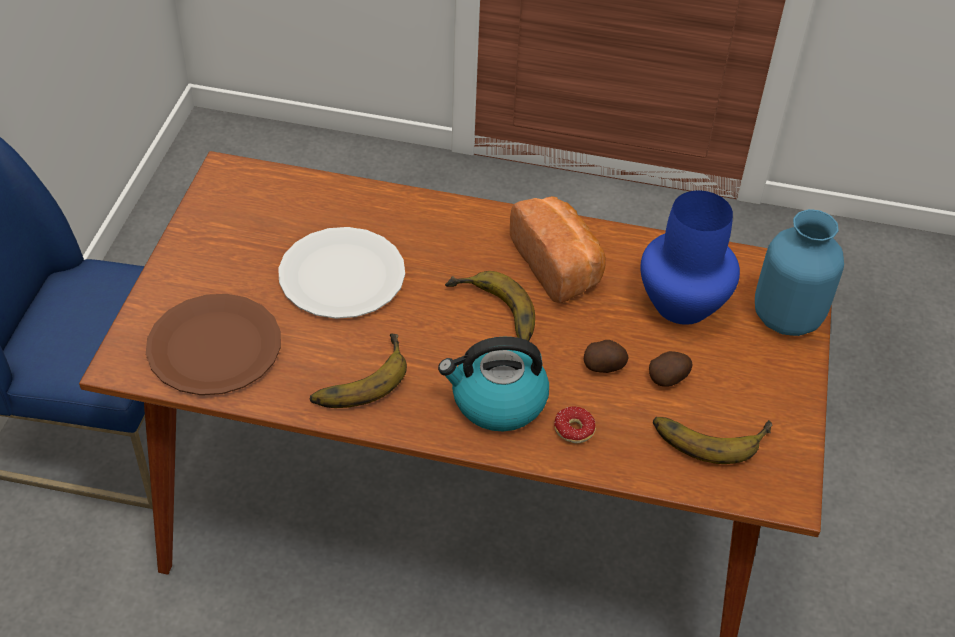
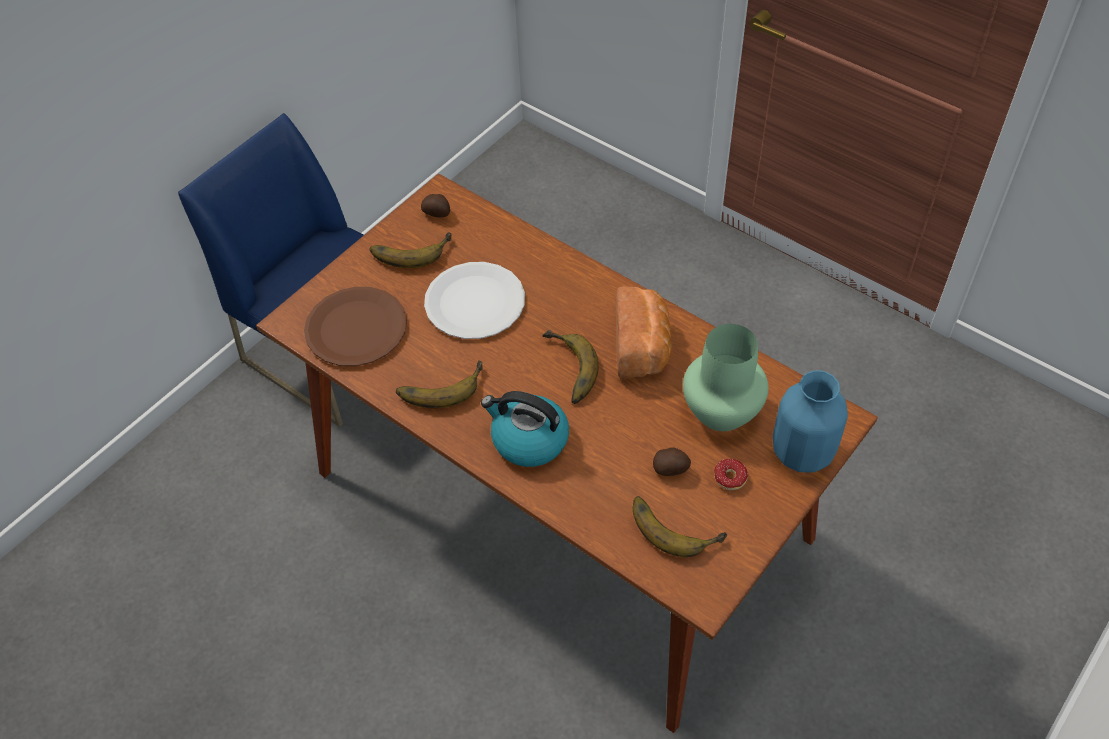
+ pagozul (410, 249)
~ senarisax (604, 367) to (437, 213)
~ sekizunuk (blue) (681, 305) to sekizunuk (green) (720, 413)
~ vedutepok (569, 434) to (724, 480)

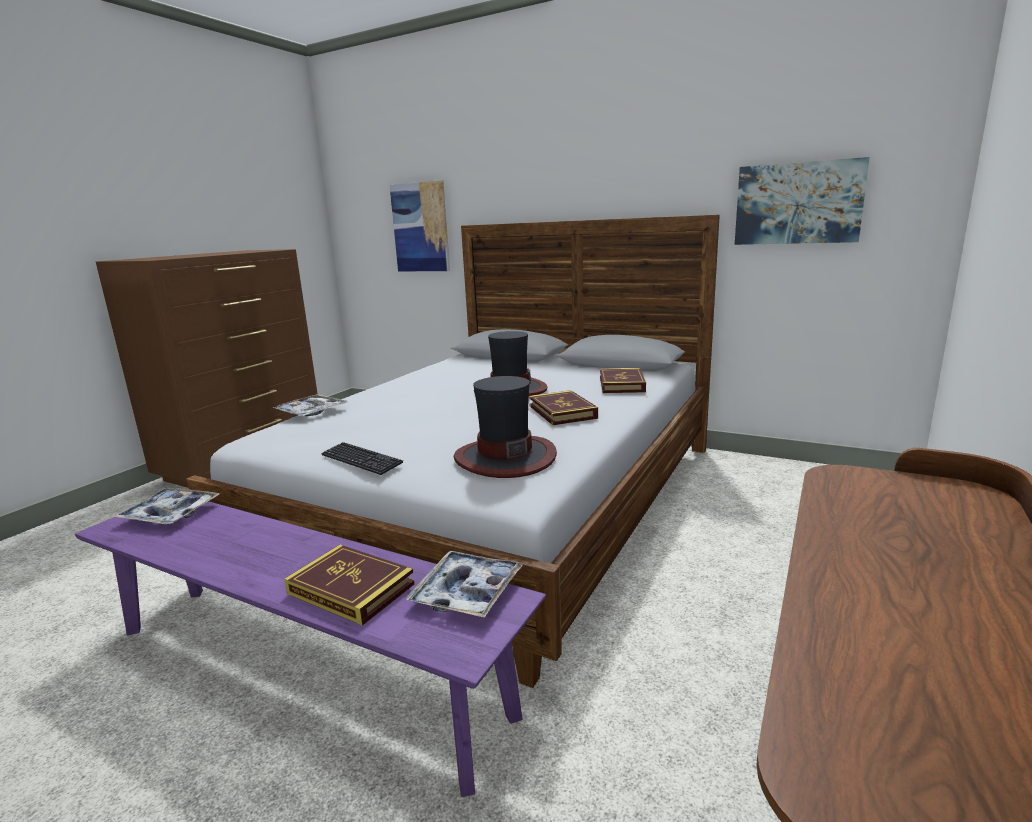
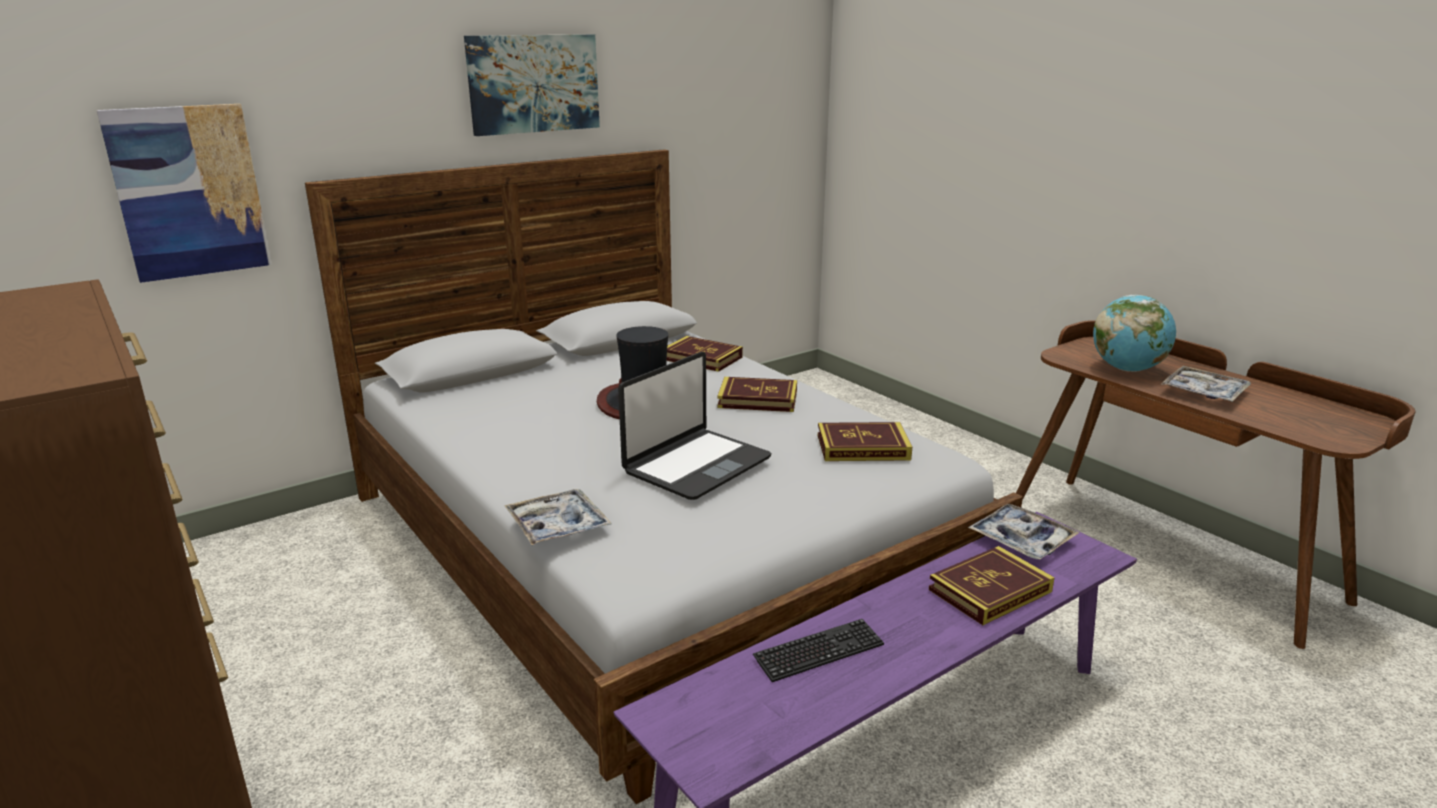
~ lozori (798, 203) to (533, 83)
+ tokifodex (696, 465)
~ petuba (361, 460) to (819, 652)
~ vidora (505, 457) to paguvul (863, 447)
+ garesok (1127, 369)
~ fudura (171, 514) to (1204, 392)

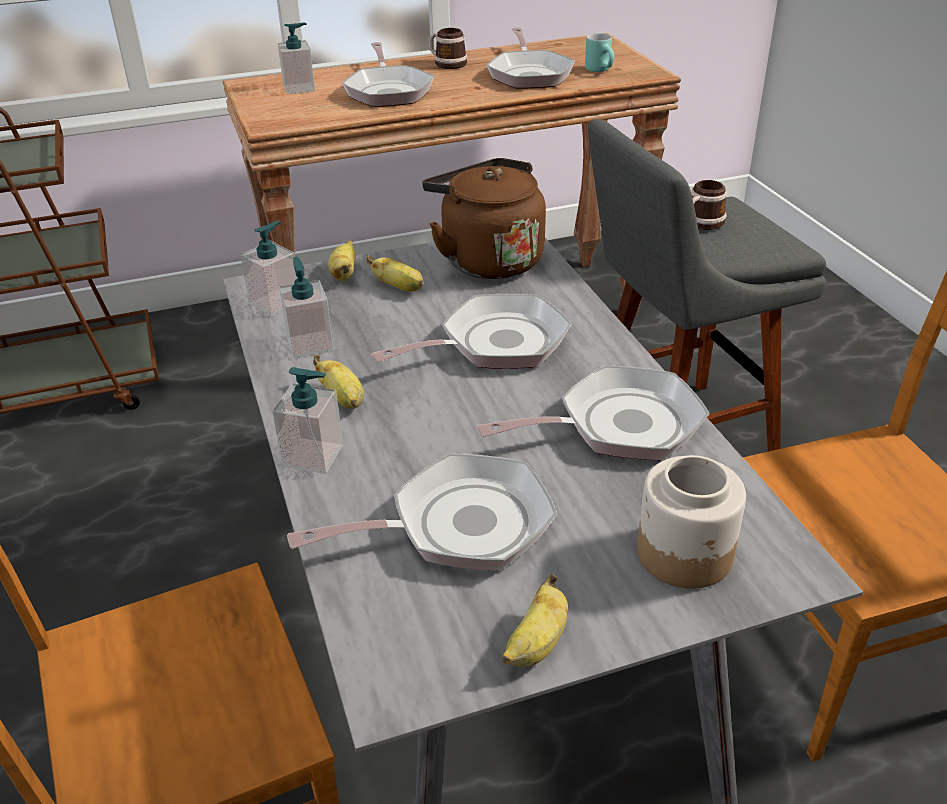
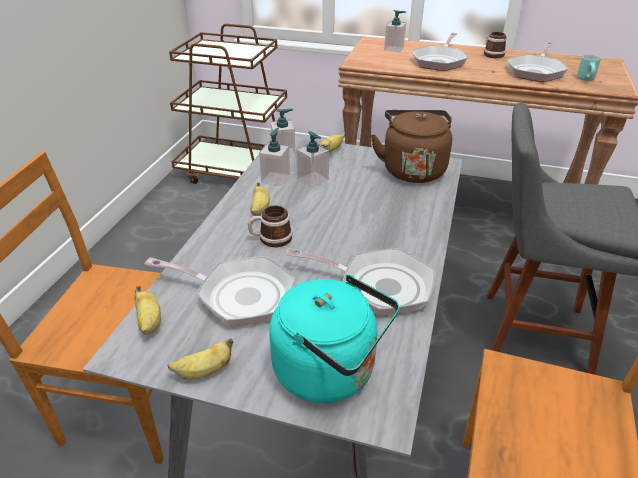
~ pagozul (400, 288) to (149, 322)
~ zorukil (700, 224) to (270, 239)
~ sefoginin (685, 554) to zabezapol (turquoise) (331, 372)
~ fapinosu (313, 456) to (313, 179)
- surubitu (495, 344)

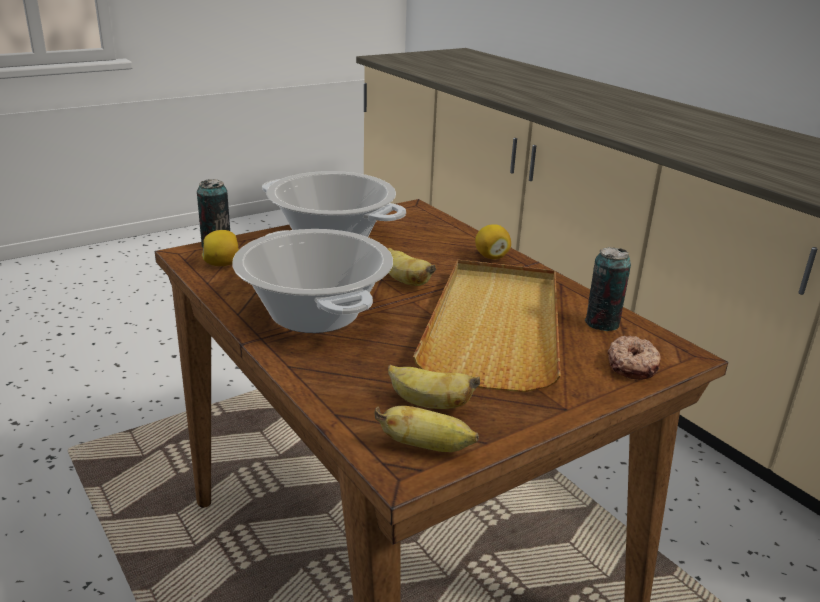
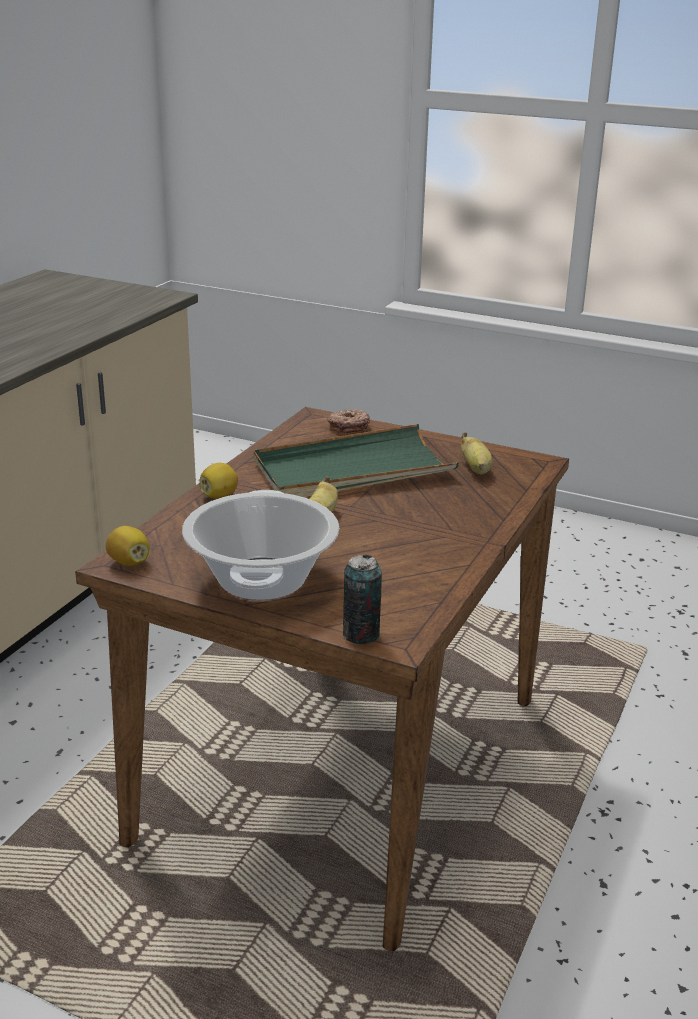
~ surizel (222, 264) to (129, 562)
~ fudura (beige) (495, 327) to fudura (green) (352, 470)
- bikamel (314, 314)
- pagozul (427, 447)
- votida (602, 323)

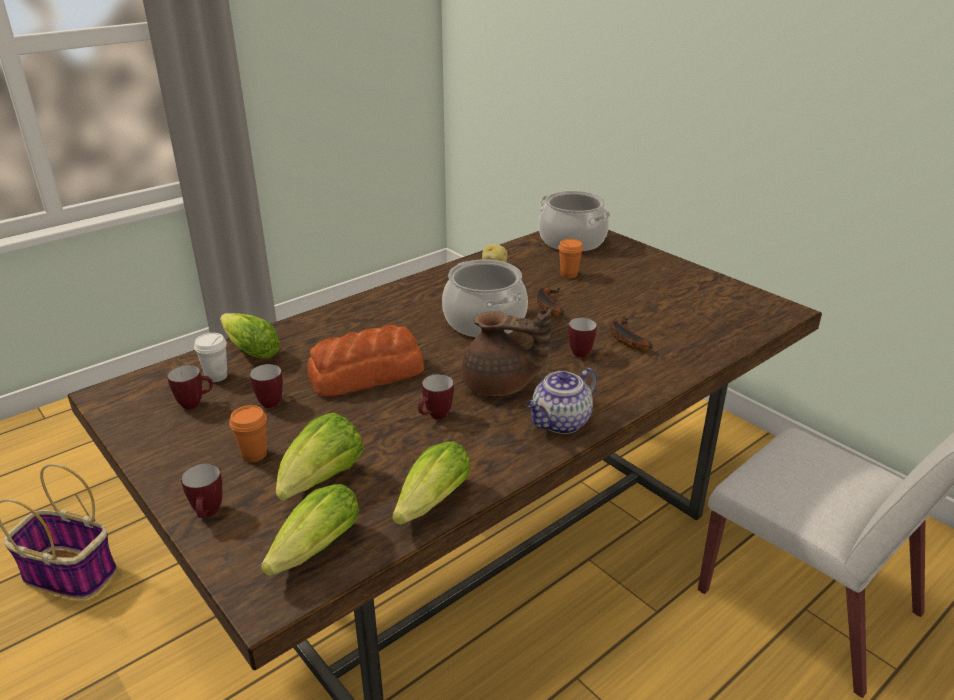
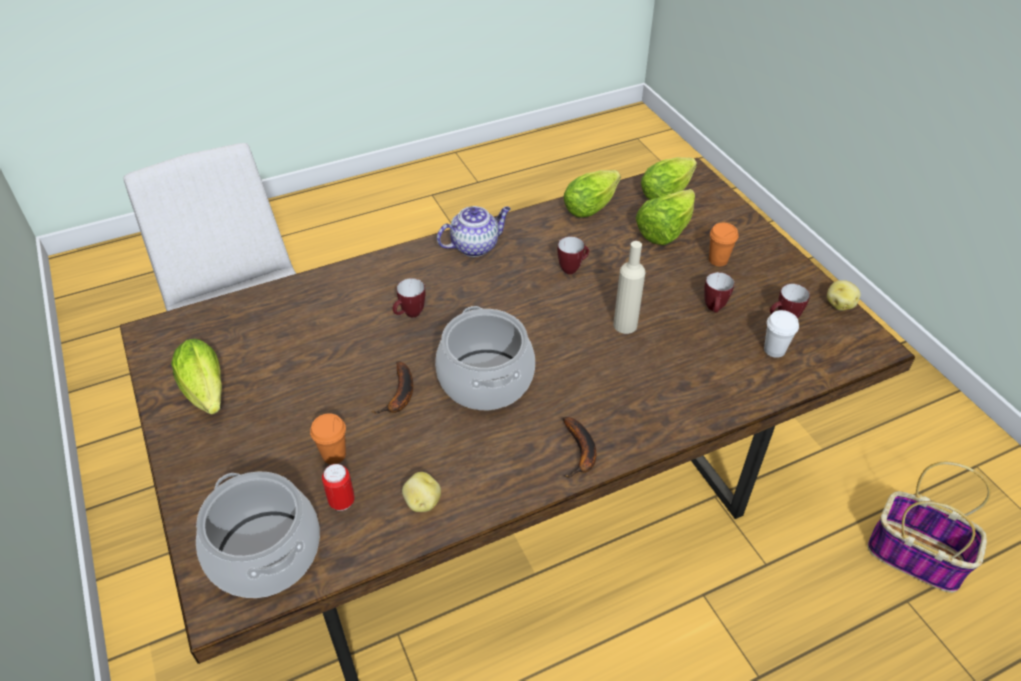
~ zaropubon (249, 349) to (206, 394)
+ votida (342, 501)
~ pagozul (625, 338) to (581, 452)
~ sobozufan (368, 374) to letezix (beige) (625, 325)
+ senarisax (839, 304)
- zorukil (208, 514)
- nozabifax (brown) (500, 386)

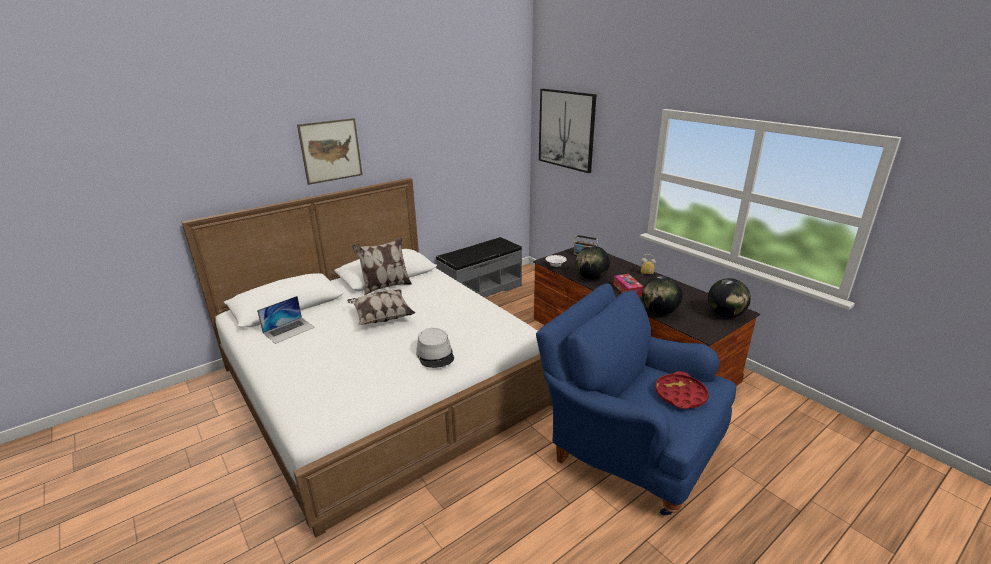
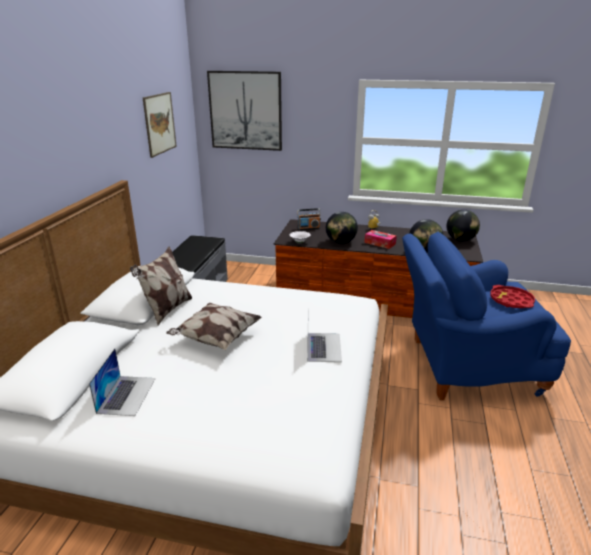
~ lozori (331, 151) to (160, 123)
~ vidora (grey) (435, 354) to tokifodex (323, 347)

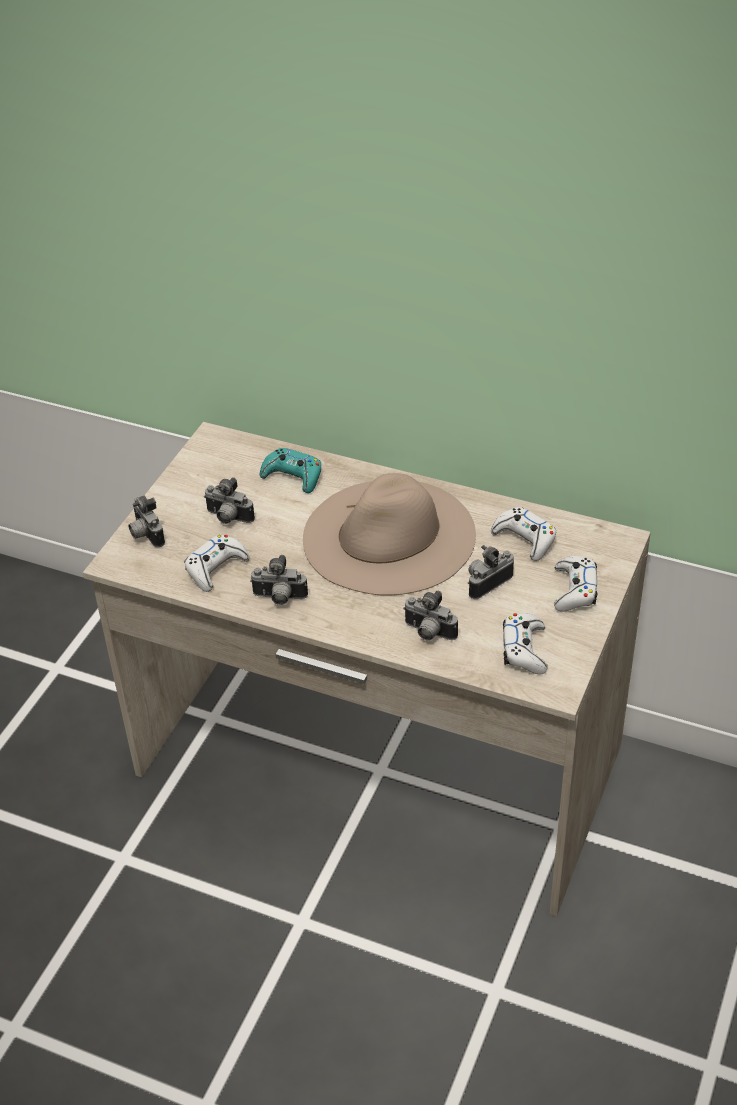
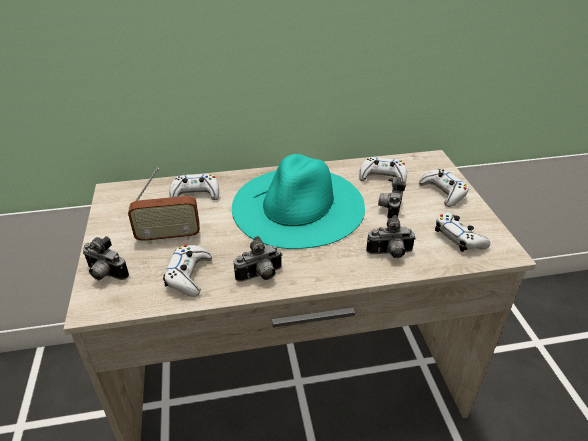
~ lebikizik (228, 518) to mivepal (168, 237)
~ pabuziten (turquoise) (293, 476) to pabuziten (white) (195, 194)
~ vidora (beige) (389, 536) to vidora (turquoise) (298, 205)

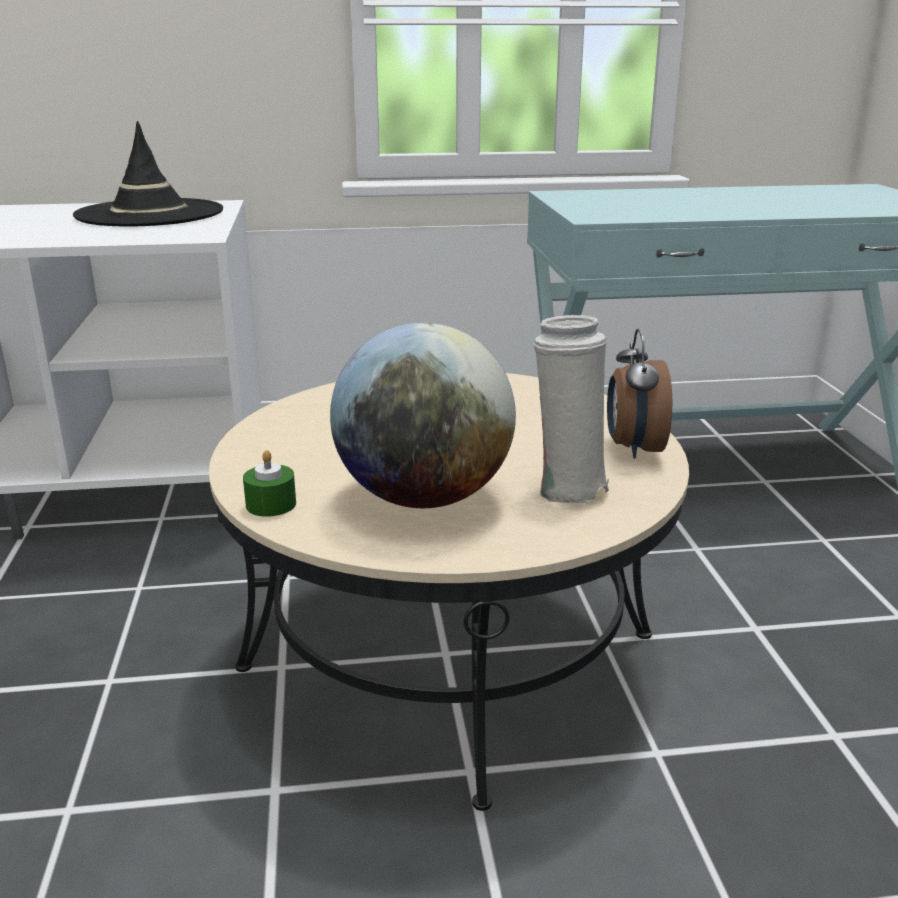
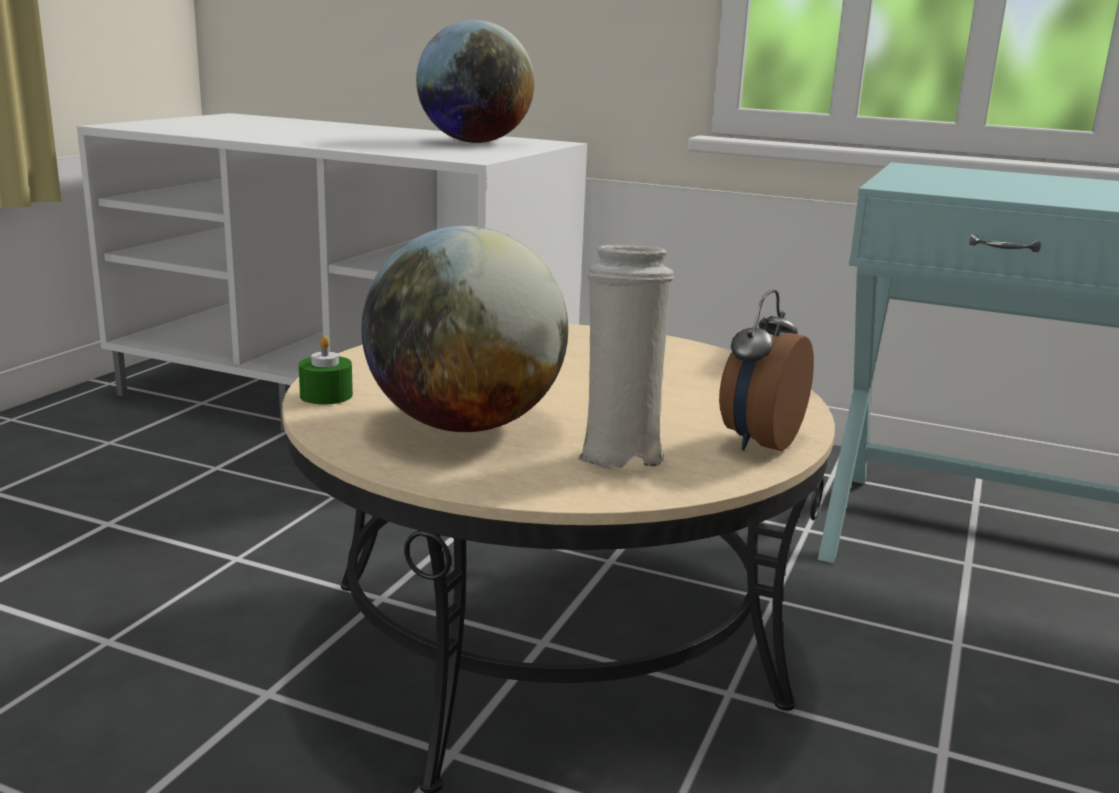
~ vidora (black) (149, 214) to garesok (474, 142)

